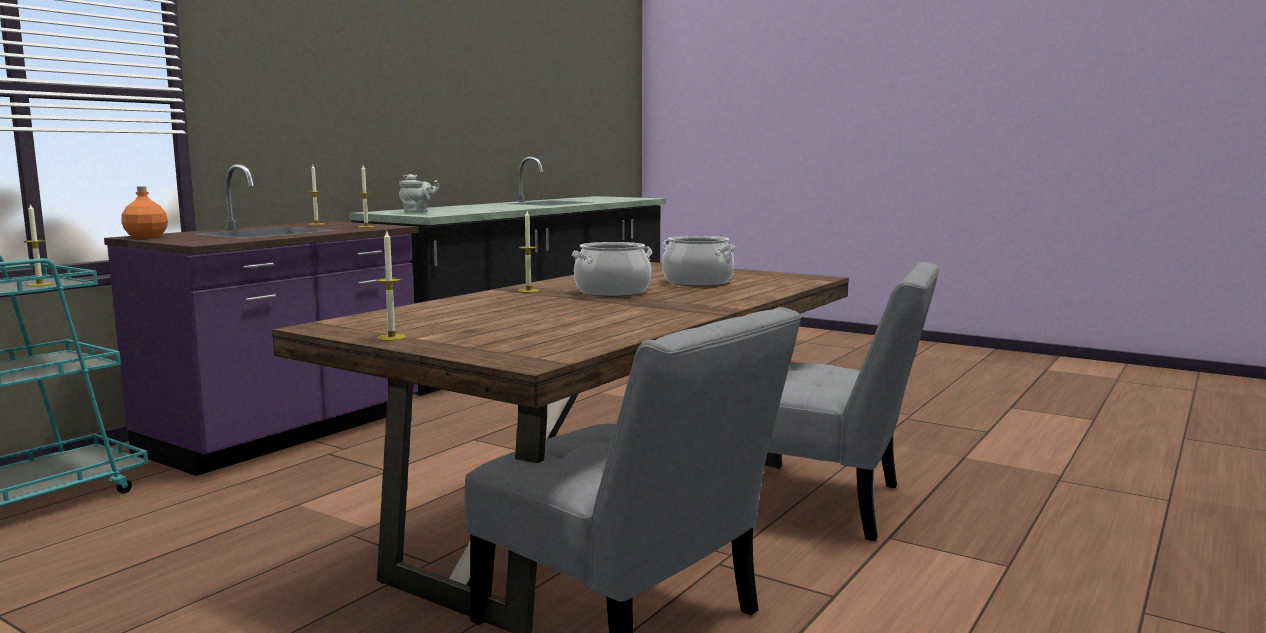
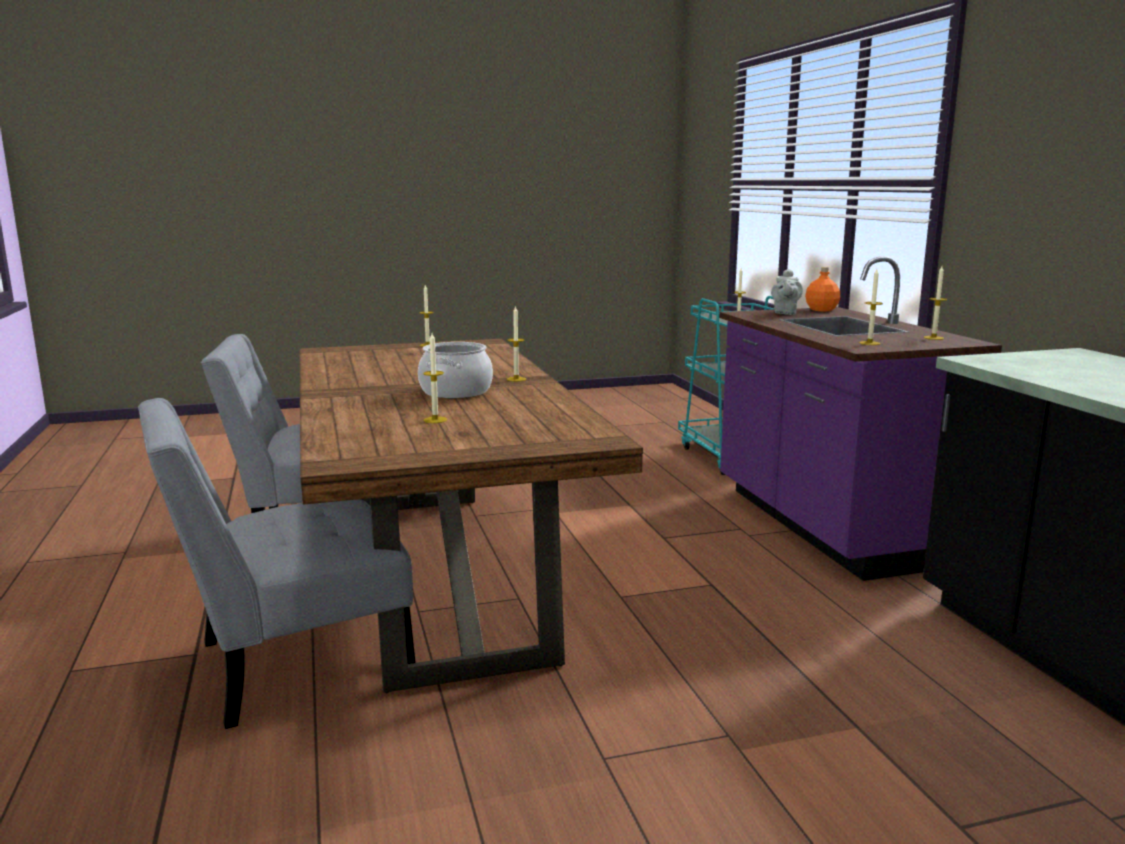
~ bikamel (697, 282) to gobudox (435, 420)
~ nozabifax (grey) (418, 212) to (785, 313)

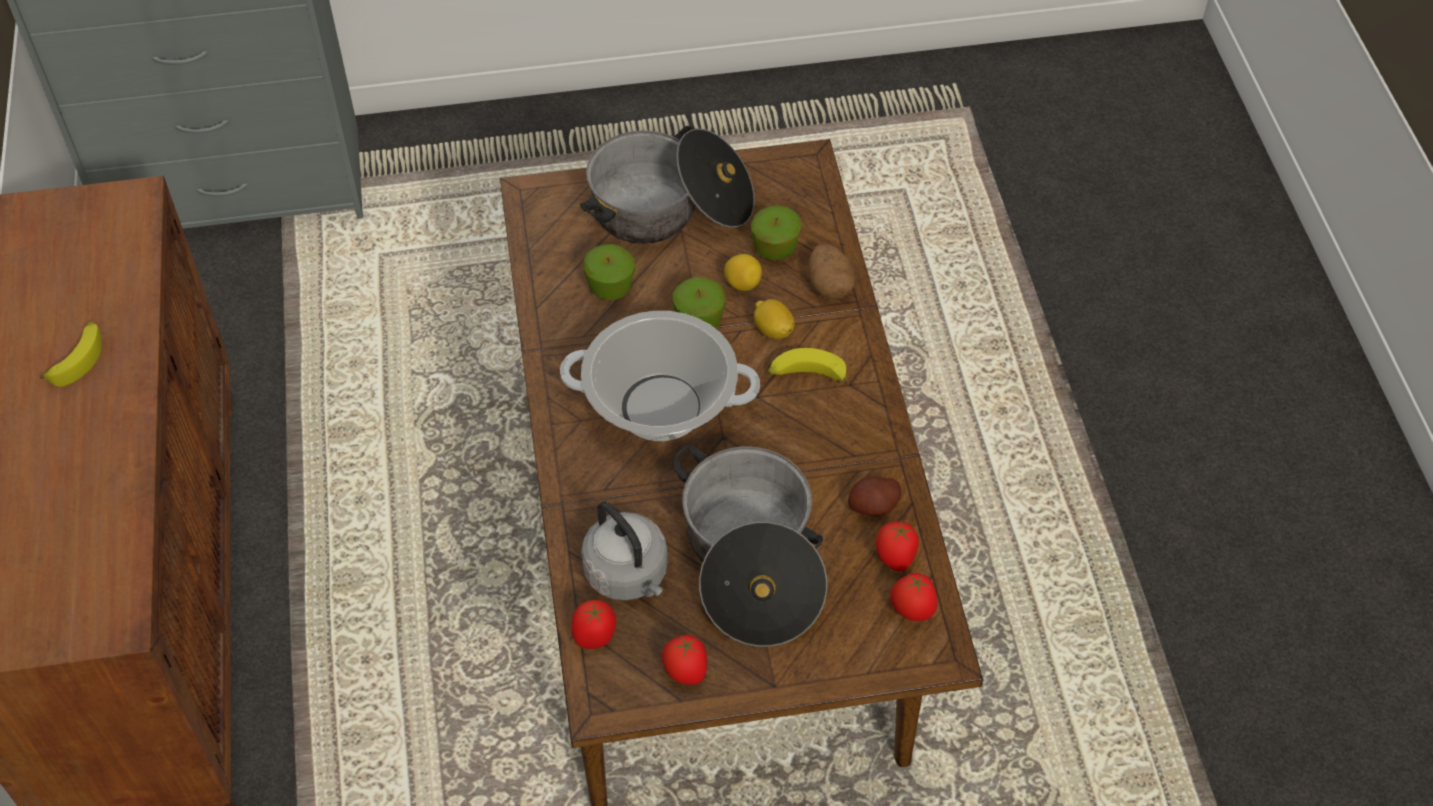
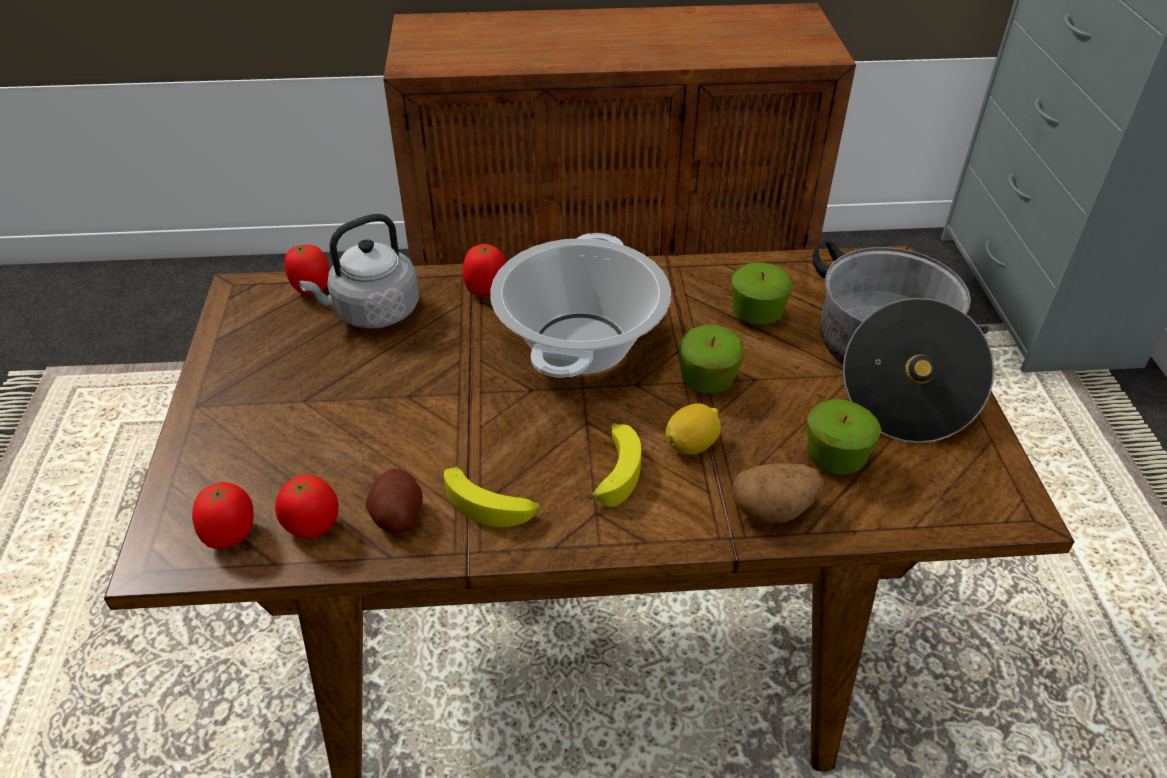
~ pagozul (78, 358) to (491, 504)
~ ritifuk (685, 672) to (486, 289)
- bikamel (751, 561)
- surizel (742, 284)

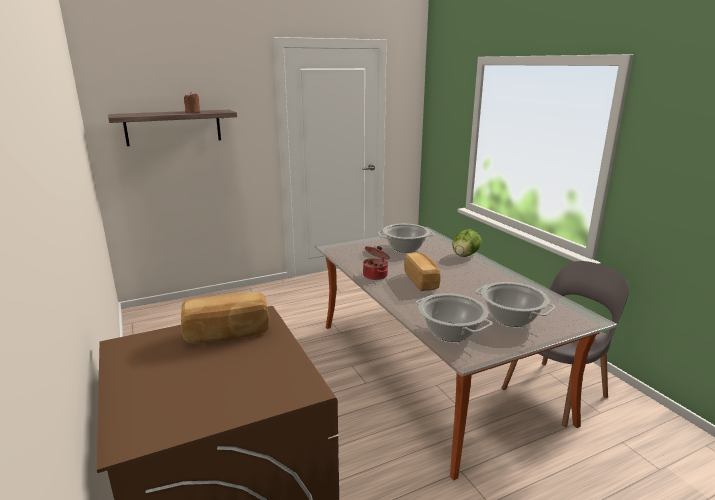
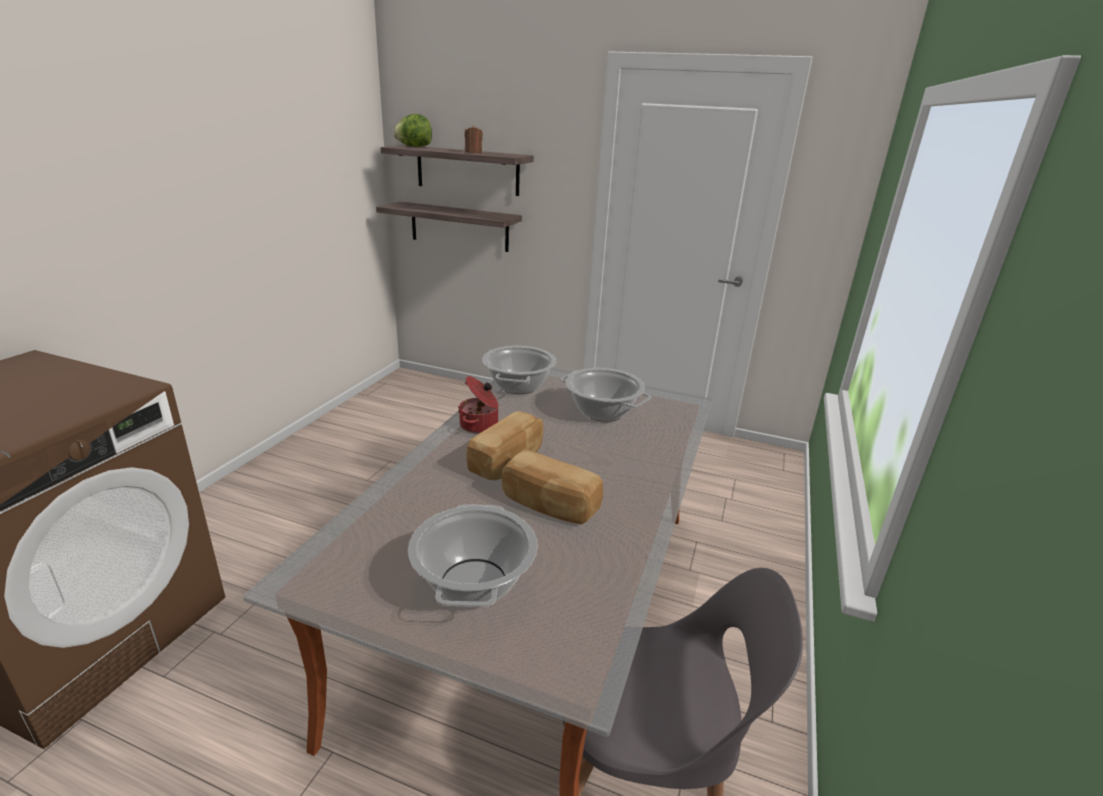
+ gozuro (459, 226)
~ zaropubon (465, 255) to (414, 146)
~ bikamel (450, 332) to (518, 385)
~ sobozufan (227, 334) to (549, 505)

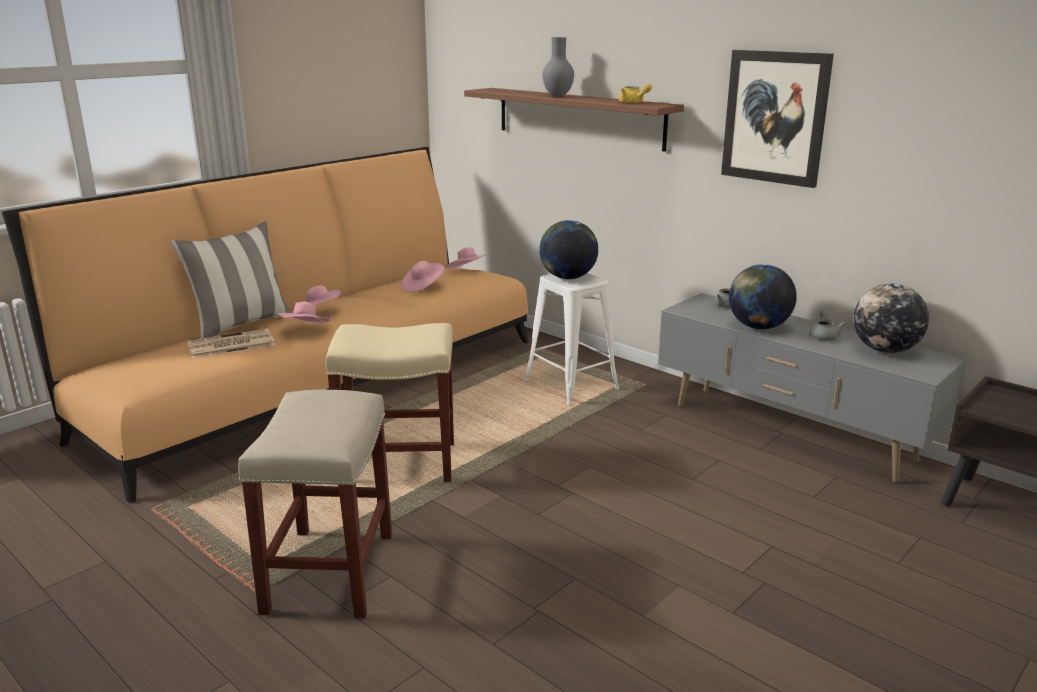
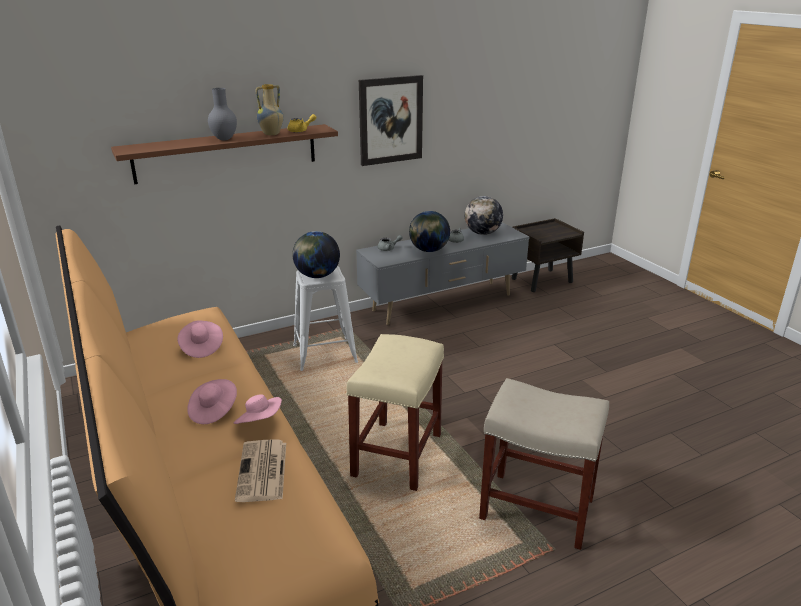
+ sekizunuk (271, 134)
- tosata (241, 325)
- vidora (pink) (467, 271)

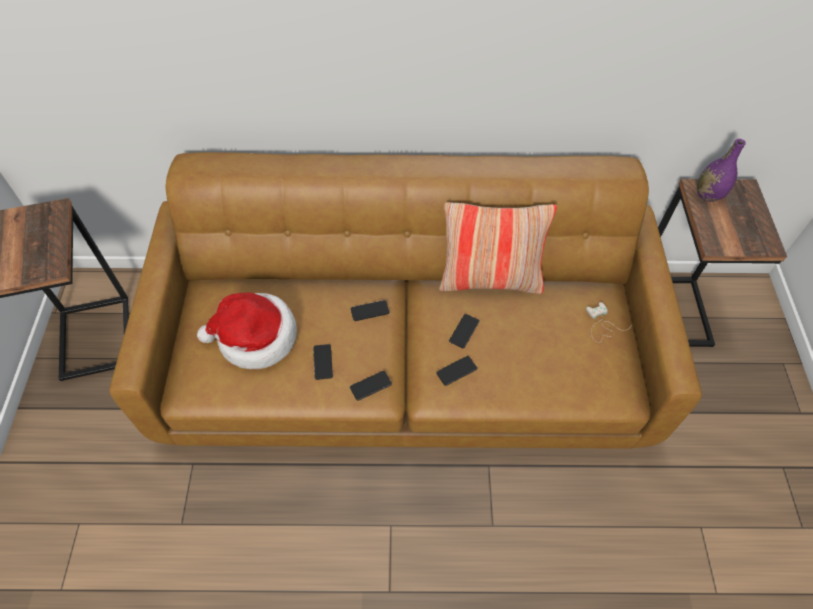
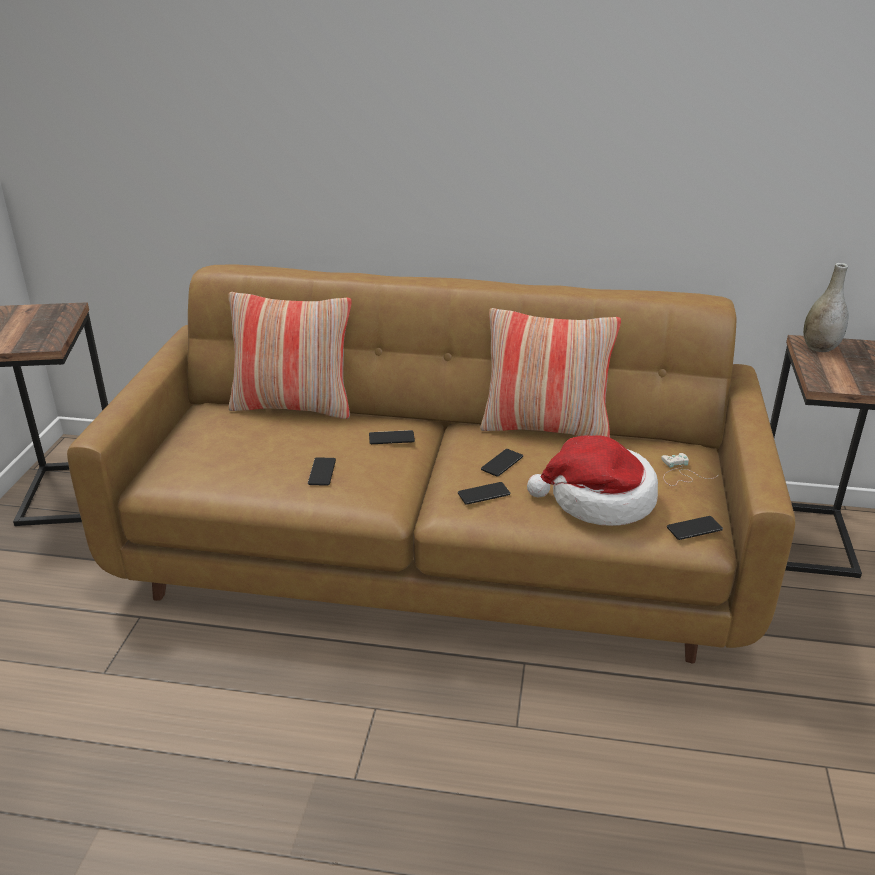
+ tosata (293, 406)
~ vidora (255, 338) to (599, 500)
~ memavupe (370, 386) to (694, 528)
~ sekizunuk (purple) (708, 195) to sekizunuk (grey) (820, 348)

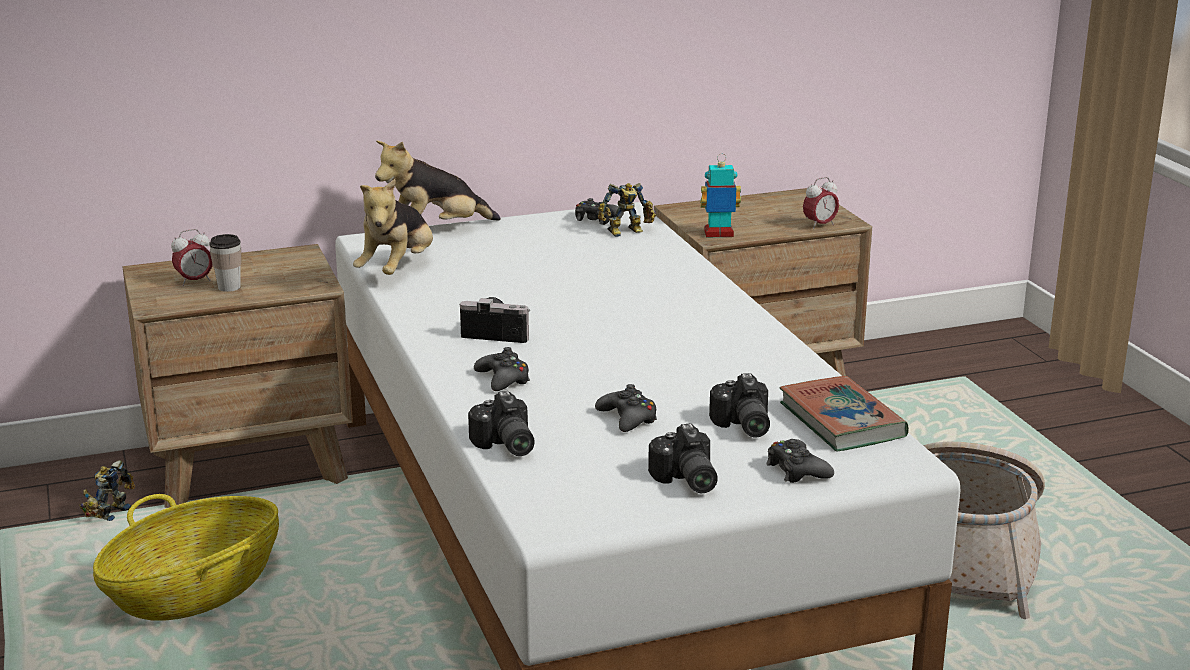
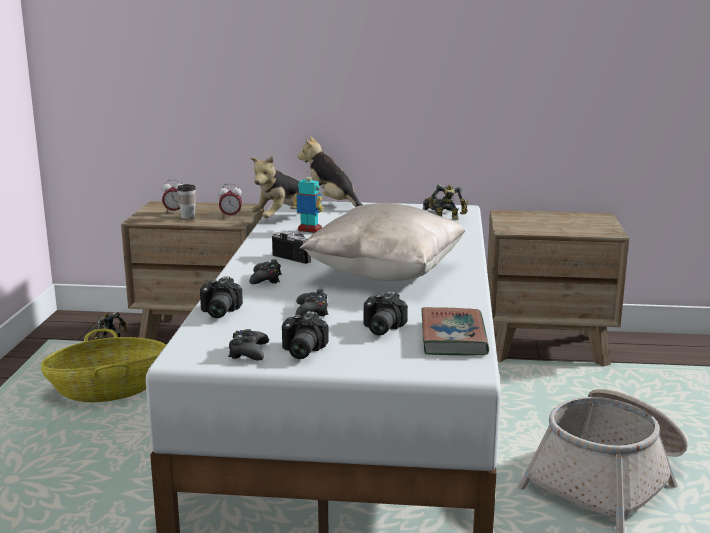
~ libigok (819, 225) to (230, 216)
~ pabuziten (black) (797, 470) to (248, 352)
~ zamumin (719, 234) to (309, 230)
~ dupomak (435, 230) = (332, 204) 45 degrees clockwise
+ tosata (beige) (385, 274)

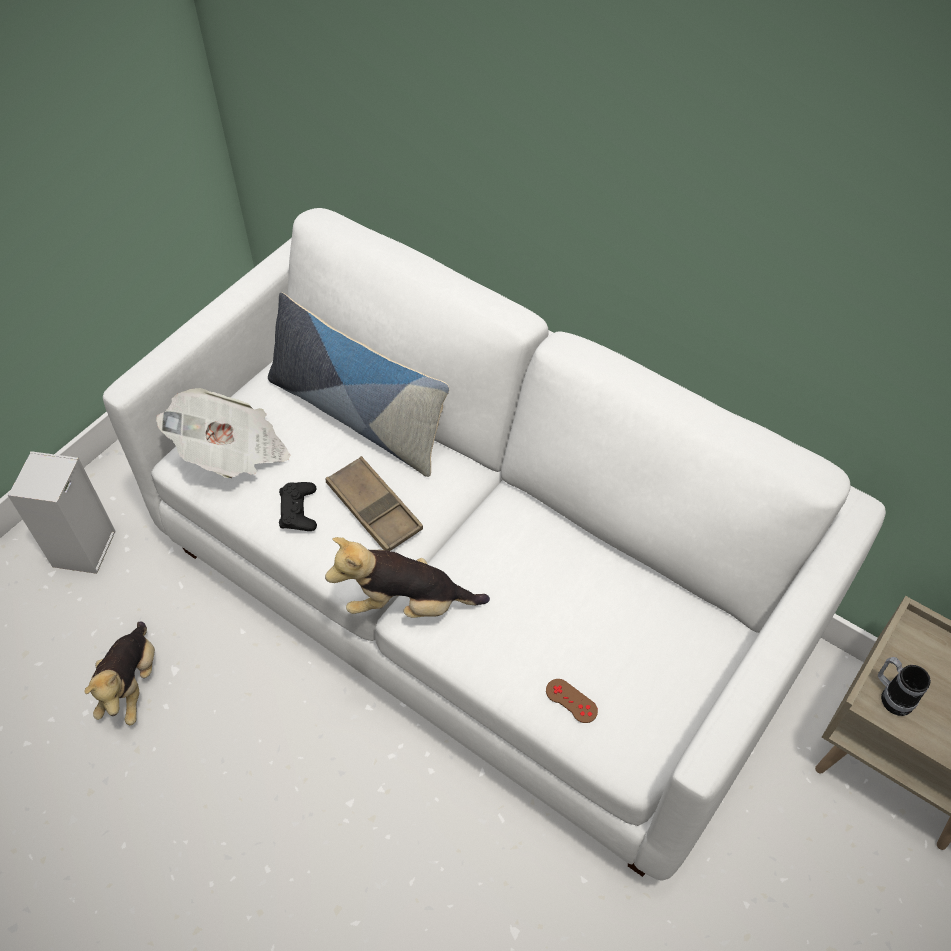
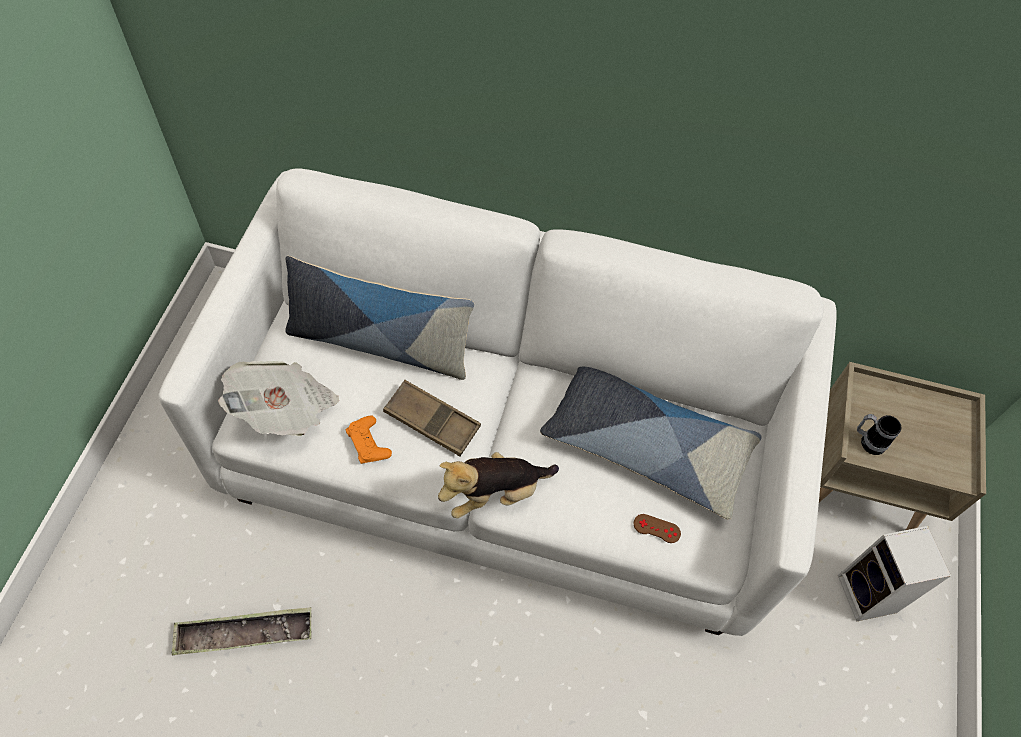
~ dupomak (131, 685) to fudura (244, 633)
~ pabuziten (black) (298, 510) to pabuziten (orange) (368, 443)
+ tosata (647, 445)
~ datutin (84, 551) to (869, 596)

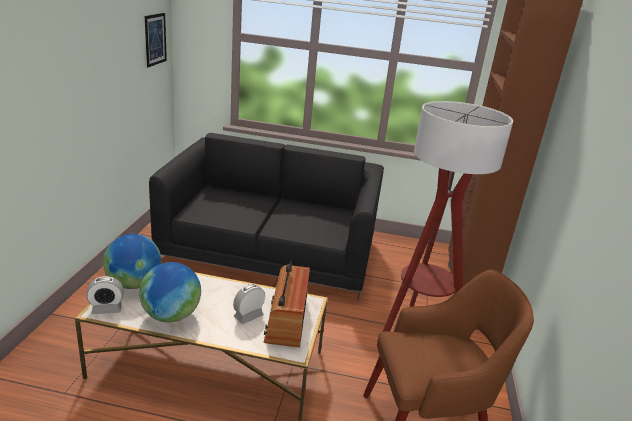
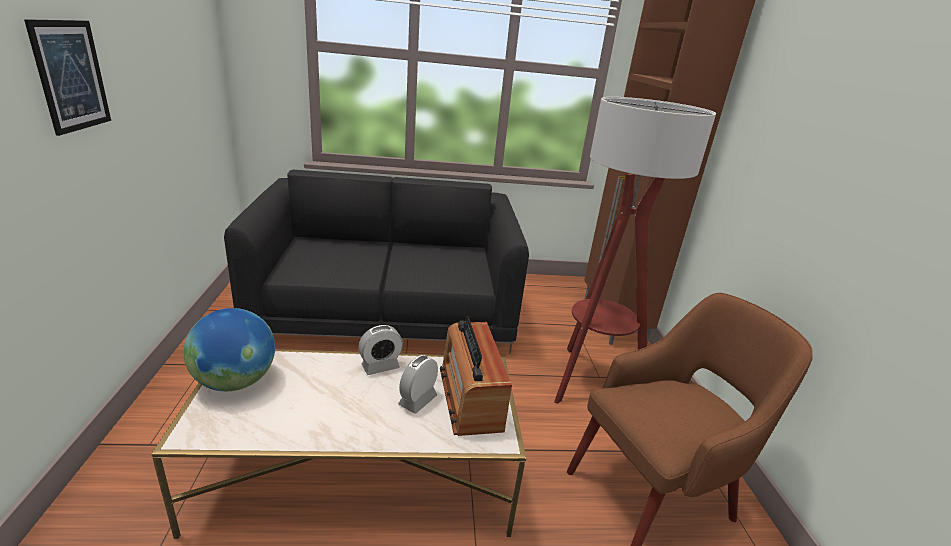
~ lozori (155, 39) to (71, 76)
~ libigok (106, 309) to (380, 366)
- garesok (171, 316)

